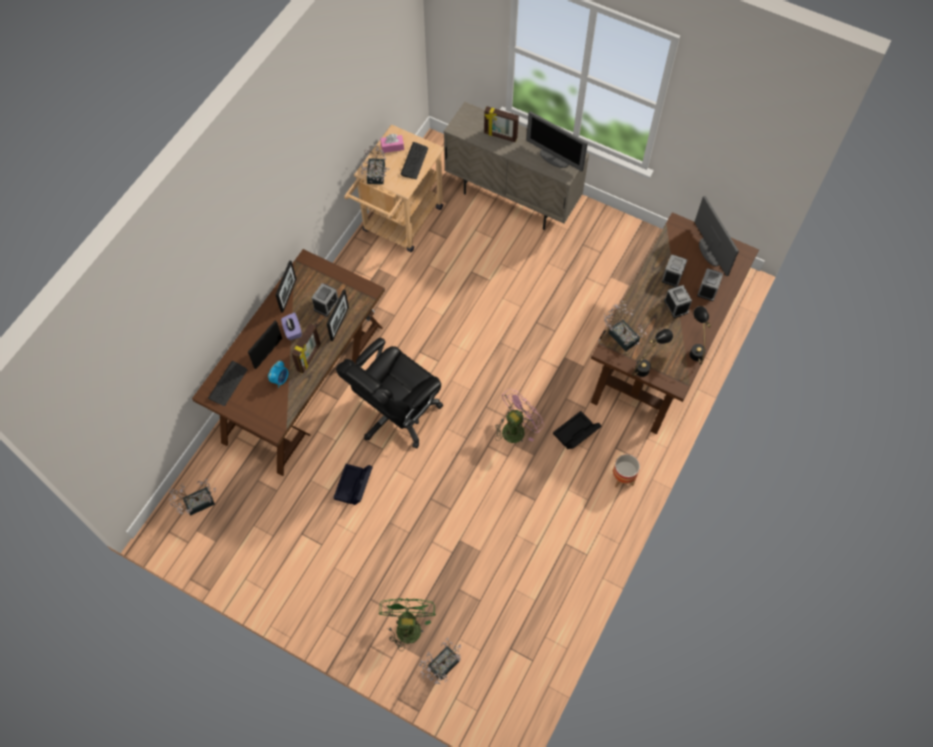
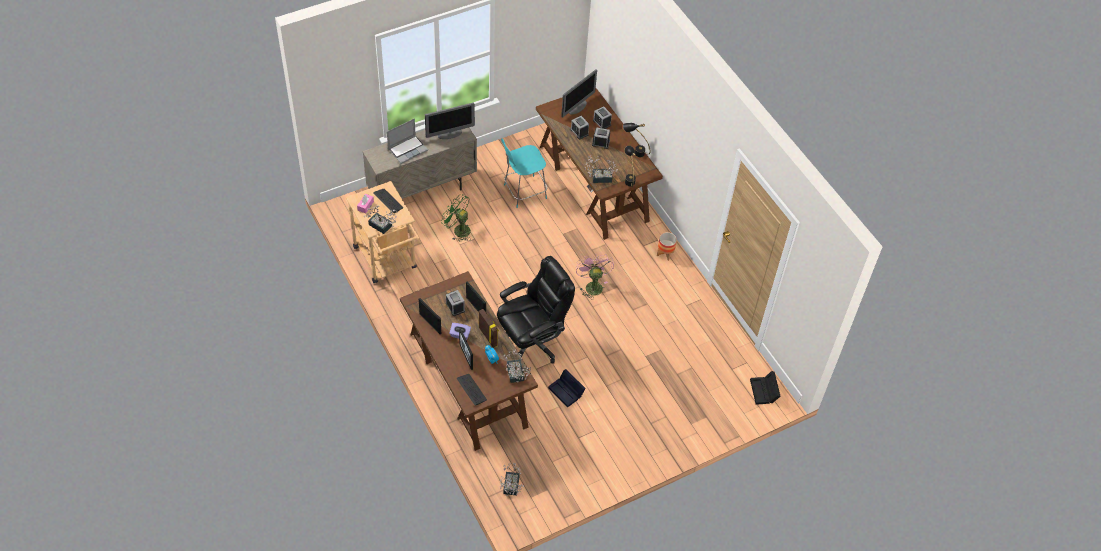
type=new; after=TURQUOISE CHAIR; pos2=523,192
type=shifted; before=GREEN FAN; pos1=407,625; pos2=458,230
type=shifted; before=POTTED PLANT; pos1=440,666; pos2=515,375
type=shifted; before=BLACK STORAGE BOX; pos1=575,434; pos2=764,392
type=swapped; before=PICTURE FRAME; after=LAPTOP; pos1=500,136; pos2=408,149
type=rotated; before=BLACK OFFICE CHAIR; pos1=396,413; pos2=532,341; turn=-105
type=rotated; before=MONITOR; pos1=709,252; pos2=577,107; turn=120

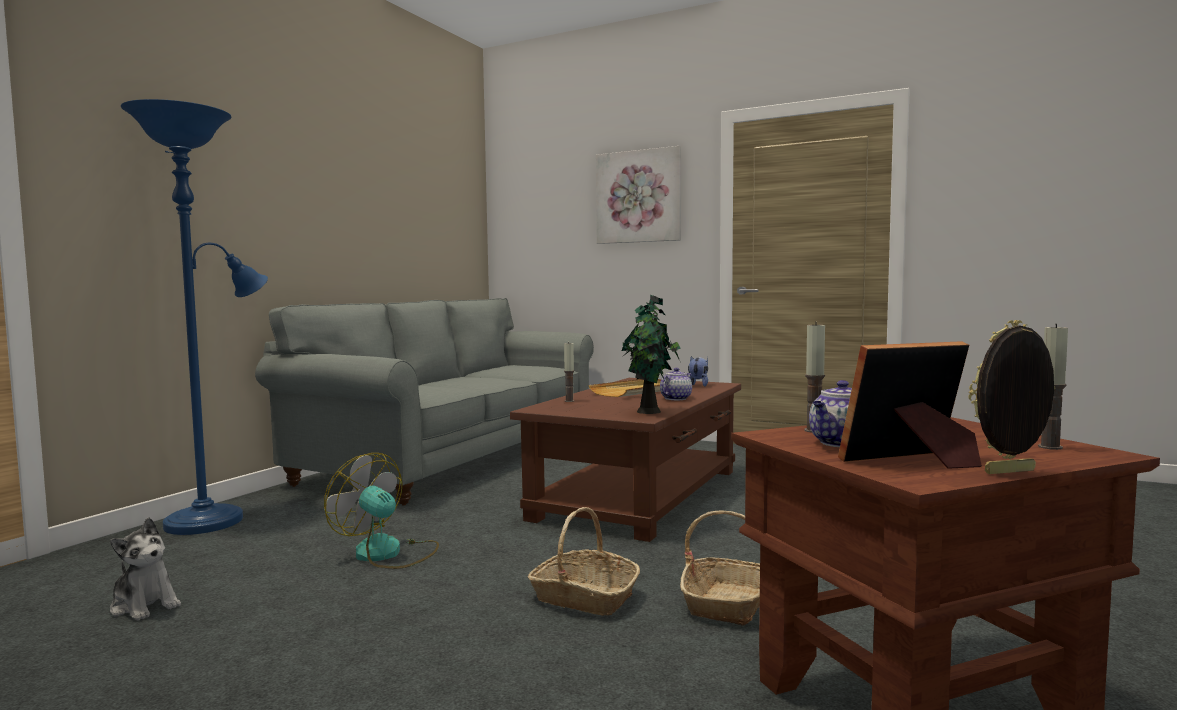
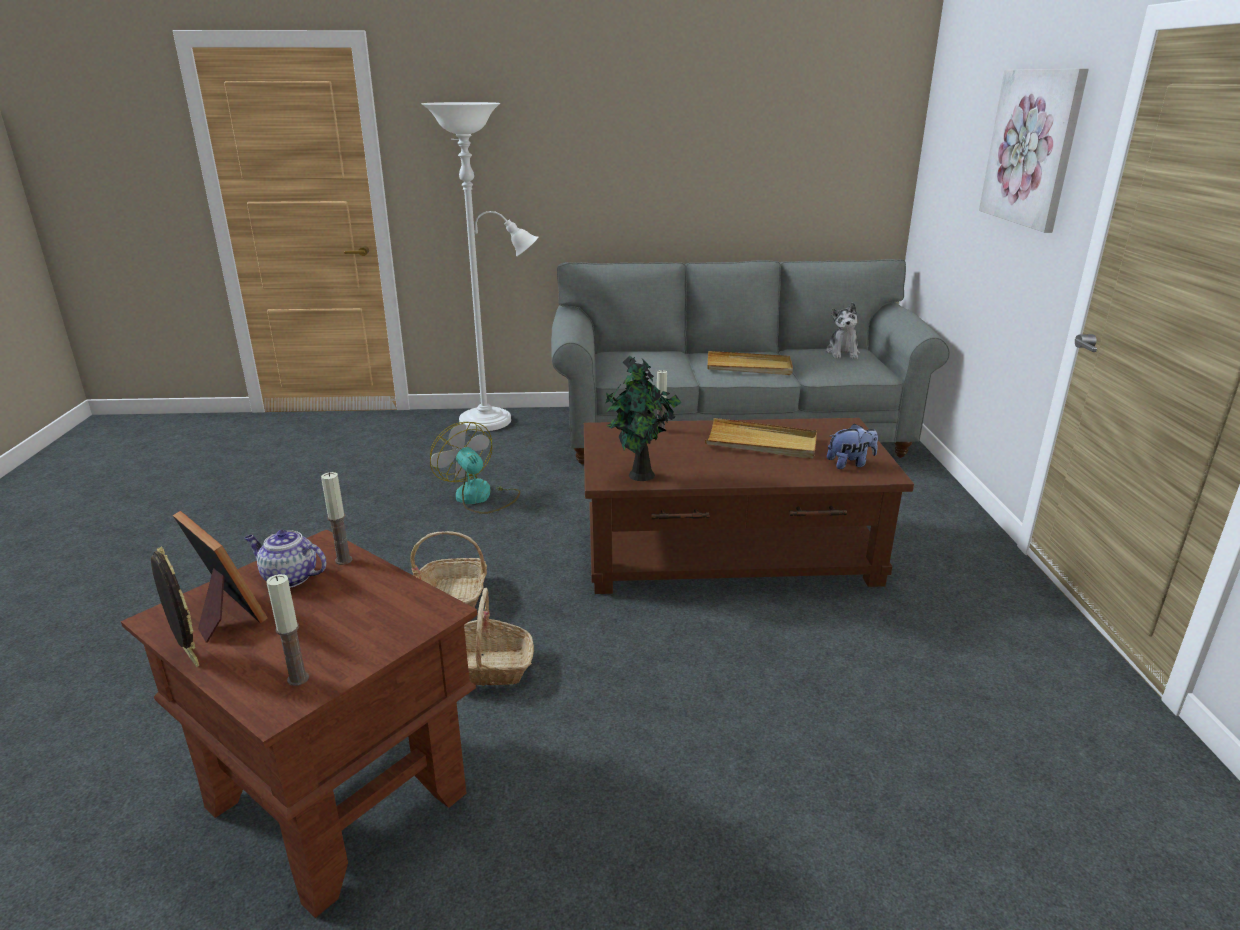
type=gone; before=TEAPOT; pos1=676,398
type=new; after=BEIGE TRAY; pos2=749,367
type=shifted; before=PLUSH TOY; pos1=145,605; pos2=842,353
type=repainted; before=BLUE FLOOR LAMP; after=WHITE FLOOR LAMP; pos1=213,519; pos2=492,421
type=rotated; before=FAN; pos1=387,553; pos2=479,497; turn=-45

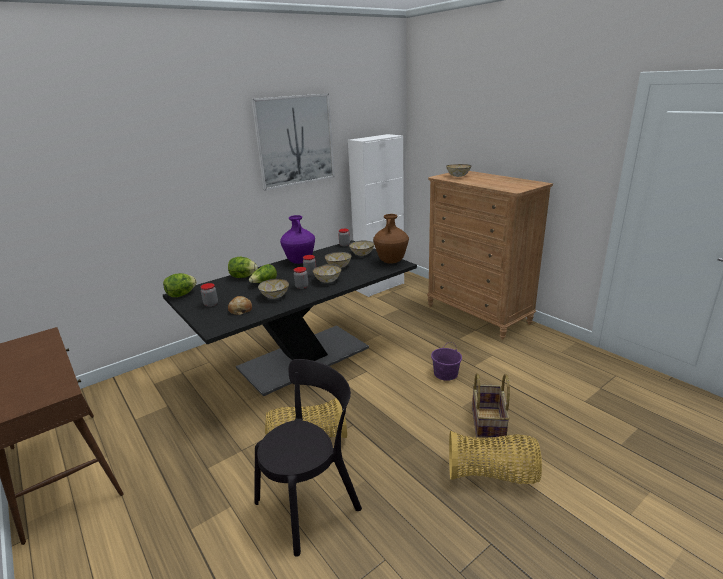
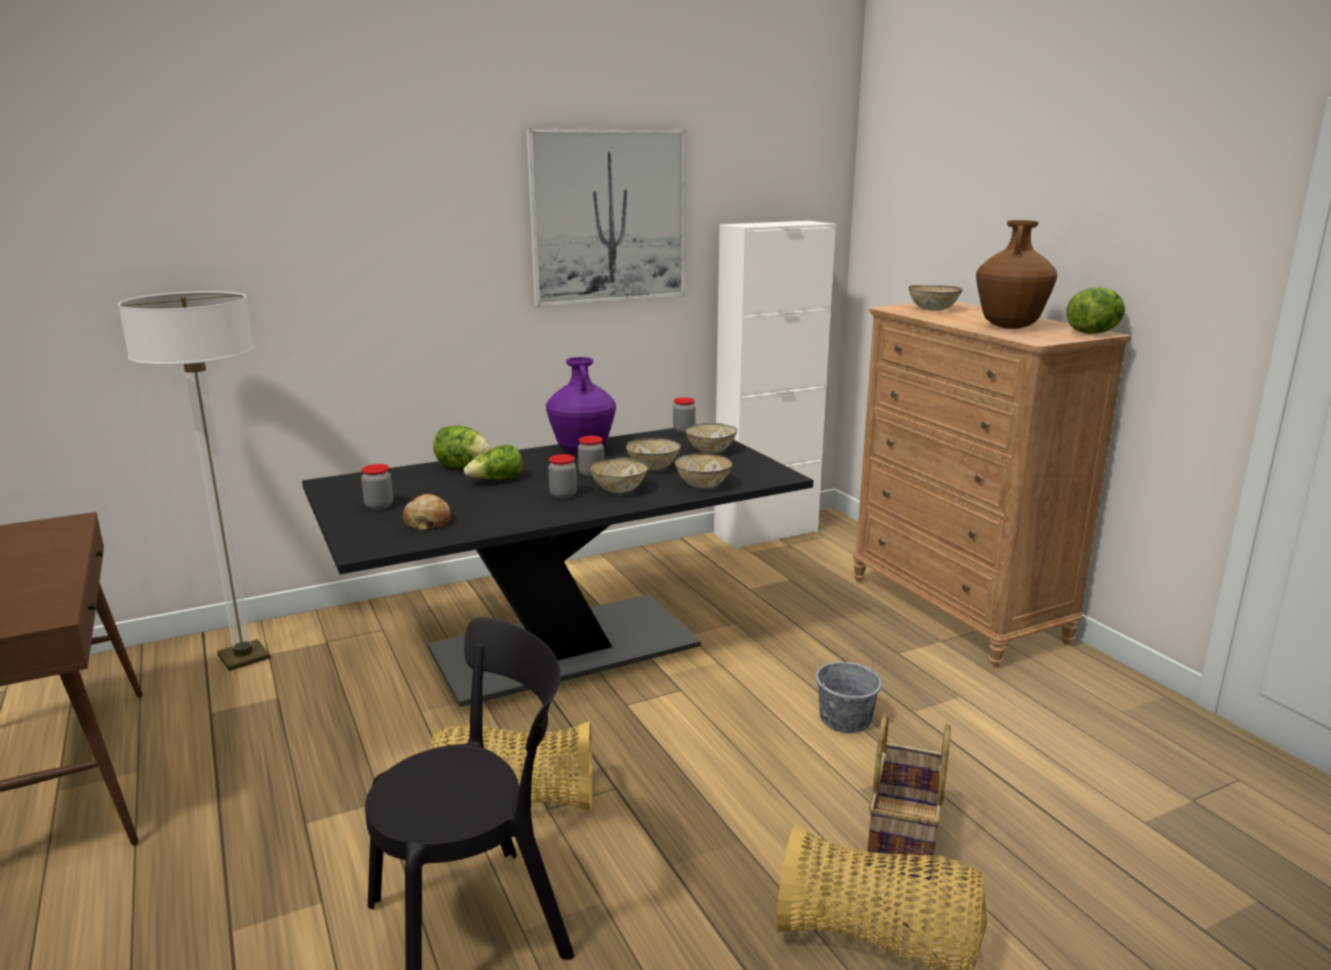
type=new; after=FLOOR LAMP; pos2=244,657
type=shifted; before=LETTUCE; pos1=181,295; pos2=1093,333
type=shifted; before=BOWL; pos1=275,296; pos2=703,485
type=shifted; before=BROWN VASE; pos1=391,261; pos2=1010,327
type=repainted; before=PURPLE BUCKET; after=GREY BUCKET; pos1=446,374; pos2=845,719

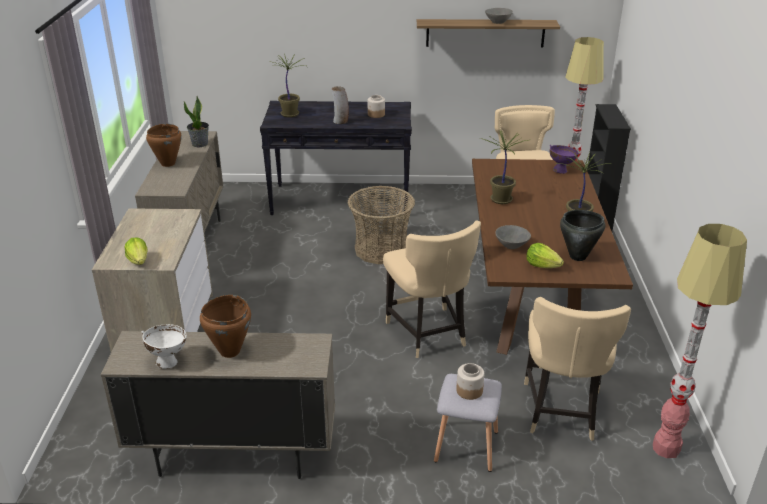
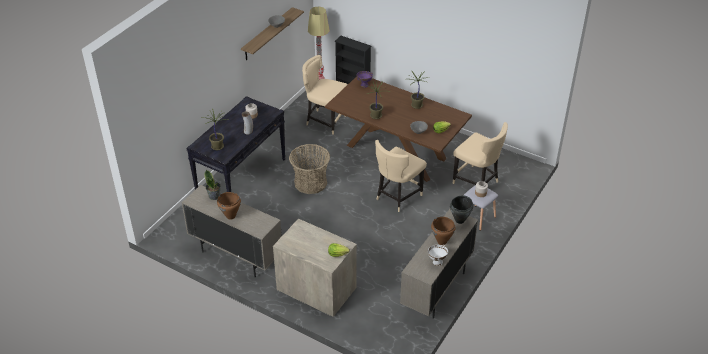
type=gone; before=FLOOR LAMP; pos1=666,448
type=shifted; before=BLACK COOKING POT; pos1=578,256; pos2=460,220
type=rotated; before=BEIGE CHAIR; pos1=428,334; pos2=397,197; turn=120

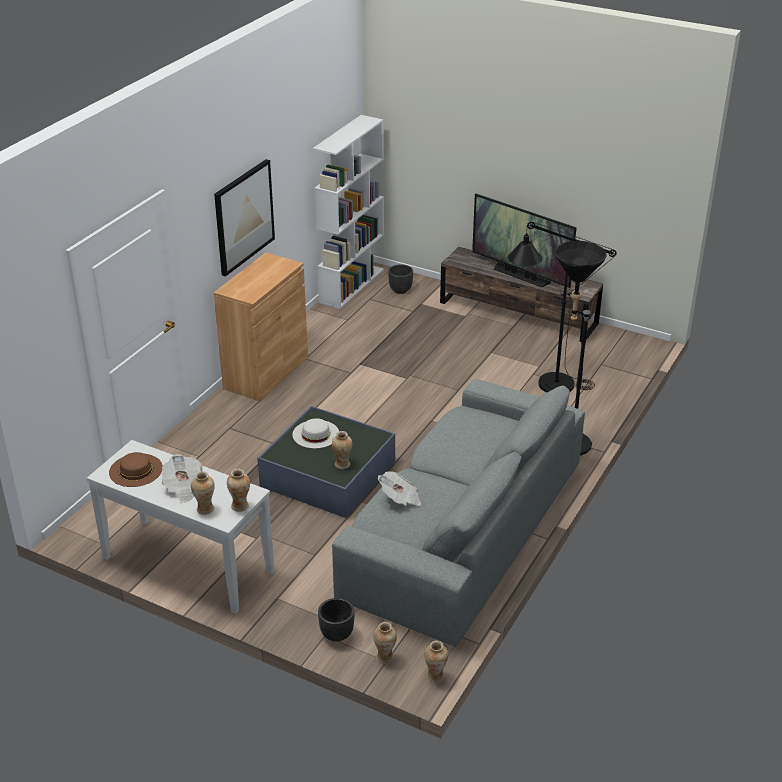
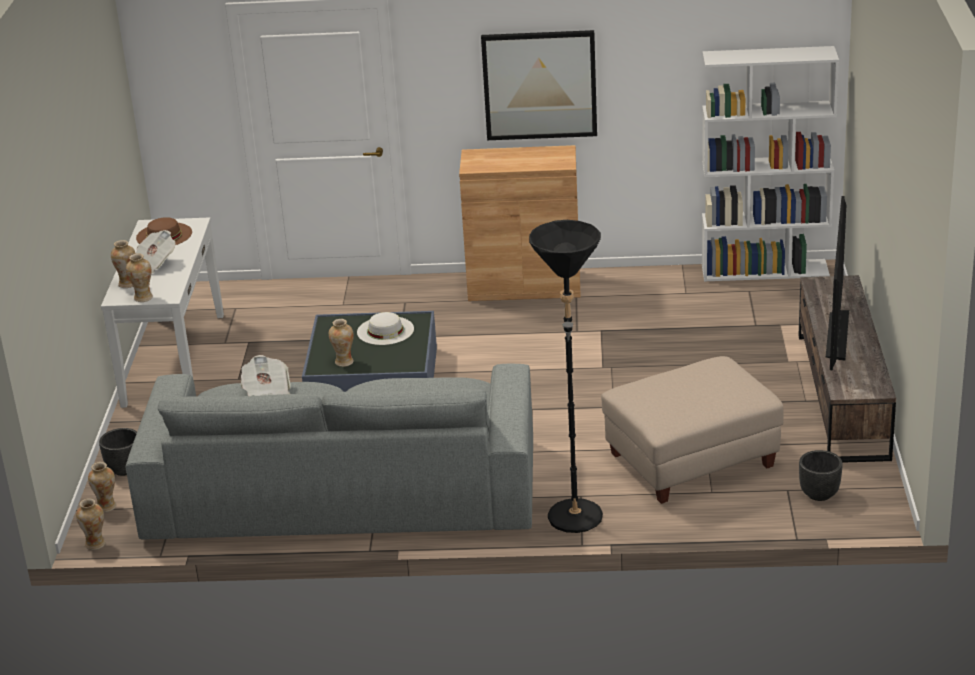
type=shifted; before=BLACK PLANTER; pos1=400,290; pos2=819,494
type=swapped; before=BLACK FLOOR LAMP; after=BEIGE OTTOMAN; pos1=545,384; pos2=692,461

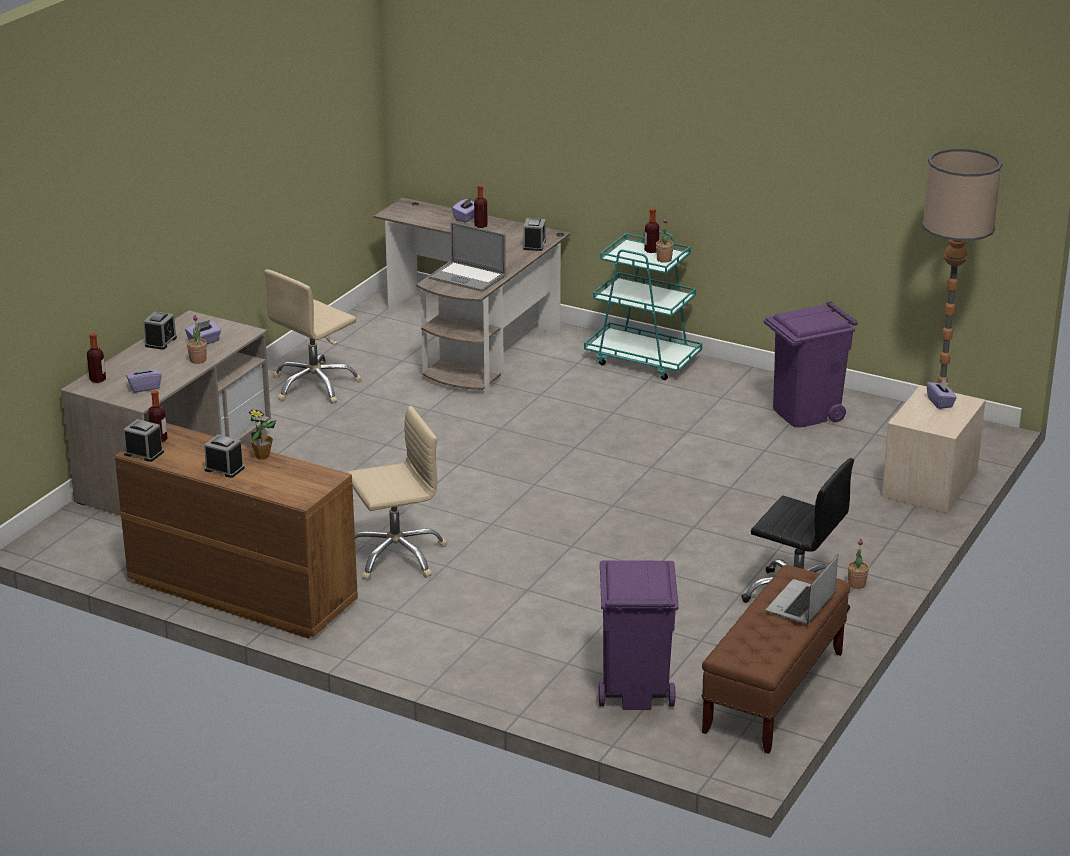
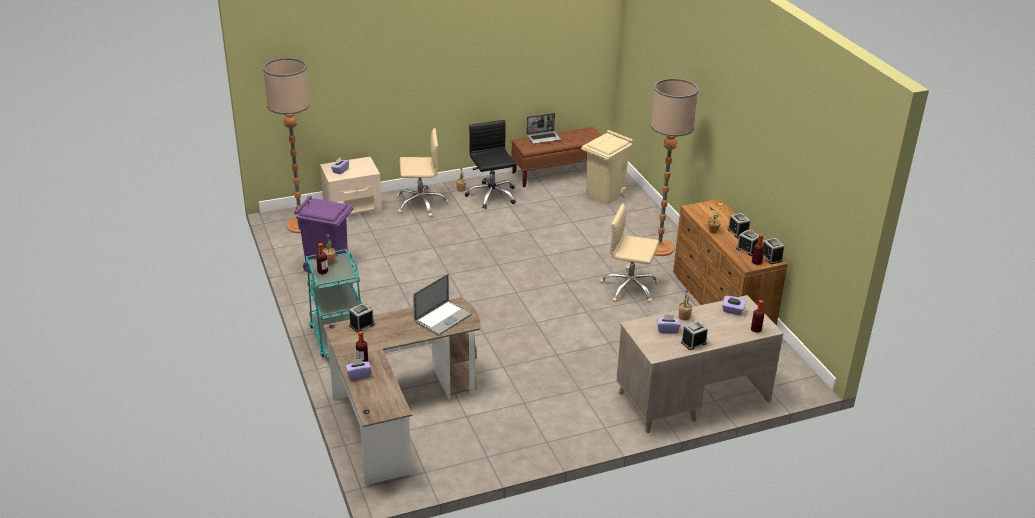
type=new; after=FLOOR LAMP; pos2=659,248
type=new; after=ALARM CLOCK; pos2=747,250
type=shifted; before=BEIGE OFFICE CHAIR; pos1=314,385; pos2=420,204
type=repainted; before=PURPLE TRASH CAN; after=BEIGE TRASH CAN; pos1=635,690; pos2=604,195
type=rotated; before=LAPTOP; pos1=467,277; pos2=443,318; turn=60

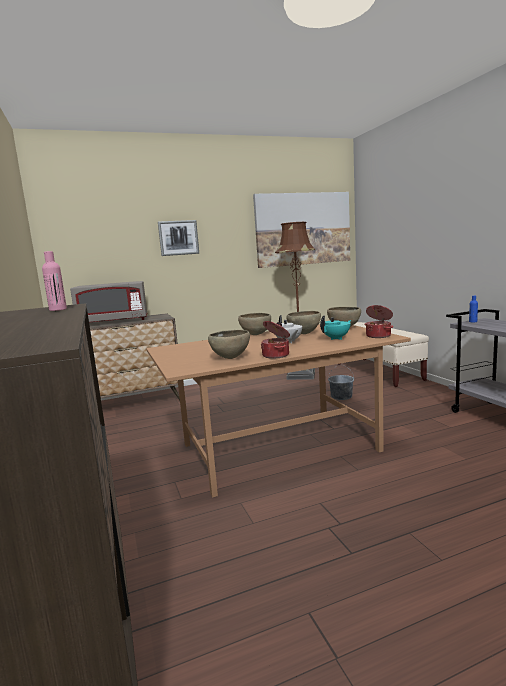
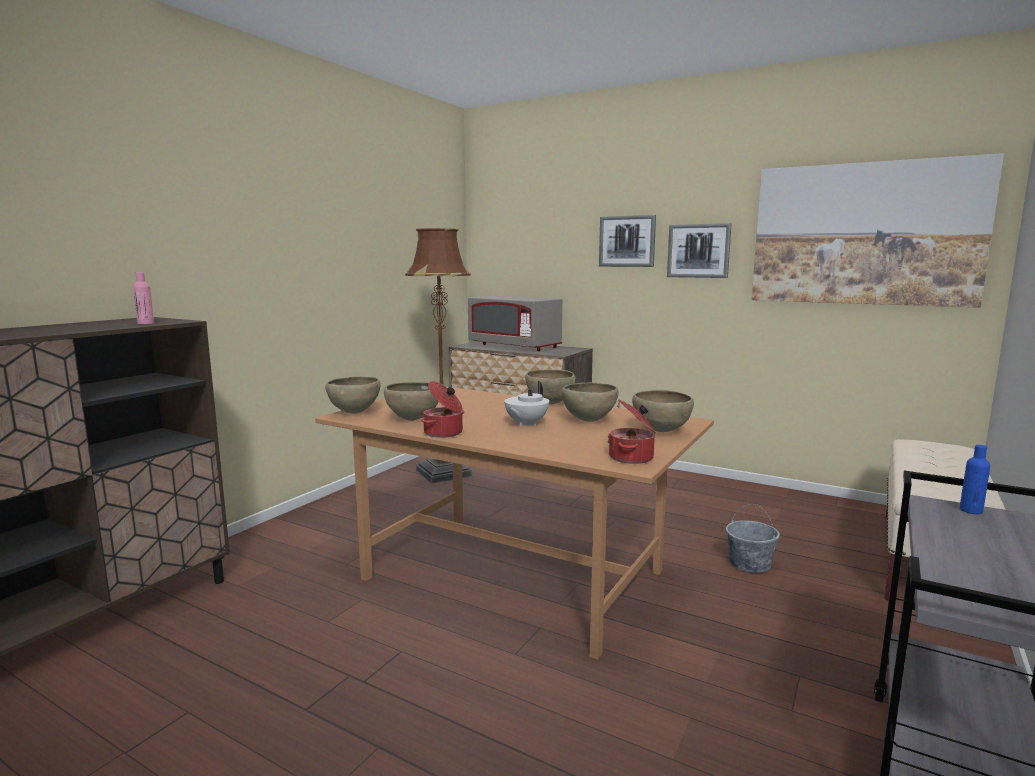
type=gone; before=TURQUOISE TEAPOT; pos1=336,338
type=new; after=BROWN BOWL; pos2=355,412
type=new; after=PICTURE; pos2=698,251
type=shifted; before=BROWN FLOOR LAMP; pos1=301,375; pos2=443,473

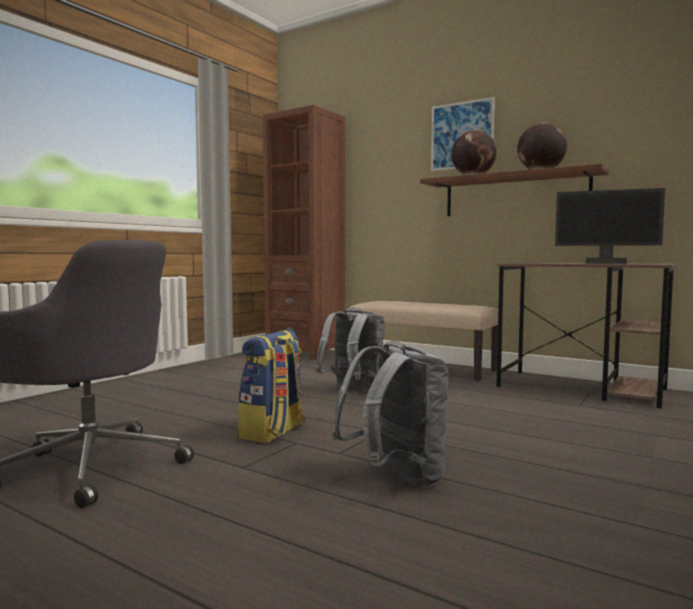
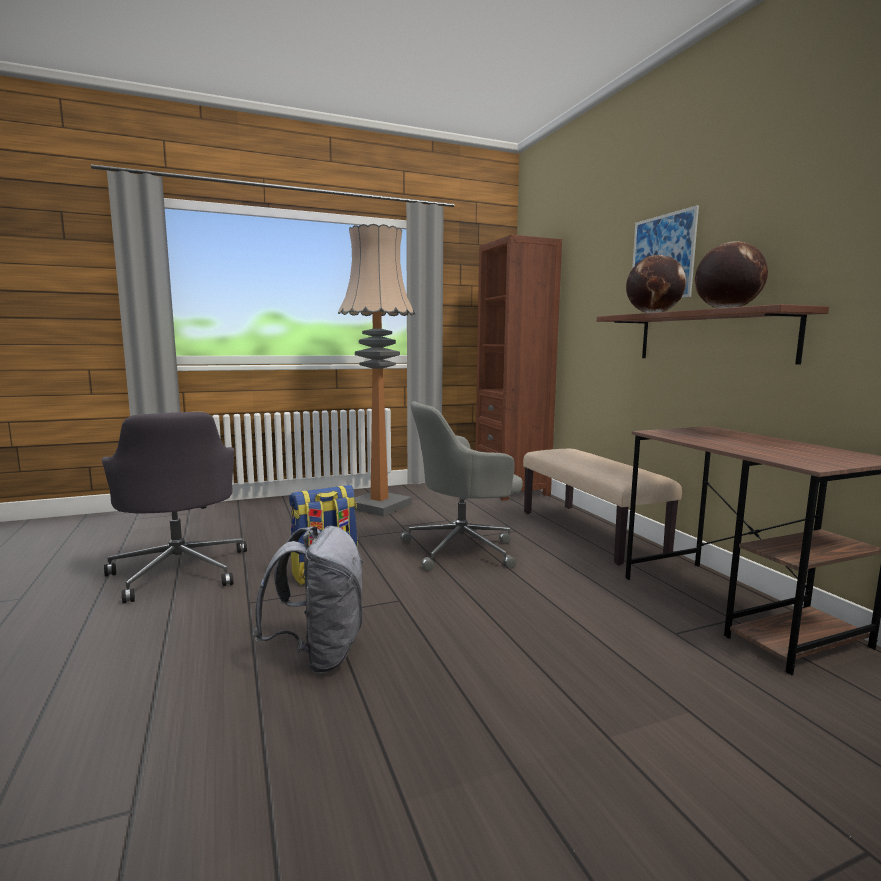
type=gone; before=MONITOR; pos1=605,263
type=new; after=FLOOR LAMP; pos2=379,506
type=swapped; before=GREY BACKPACK; after=GREY OFFICE CHAIR; pos1=353,392; pos2=463,549

